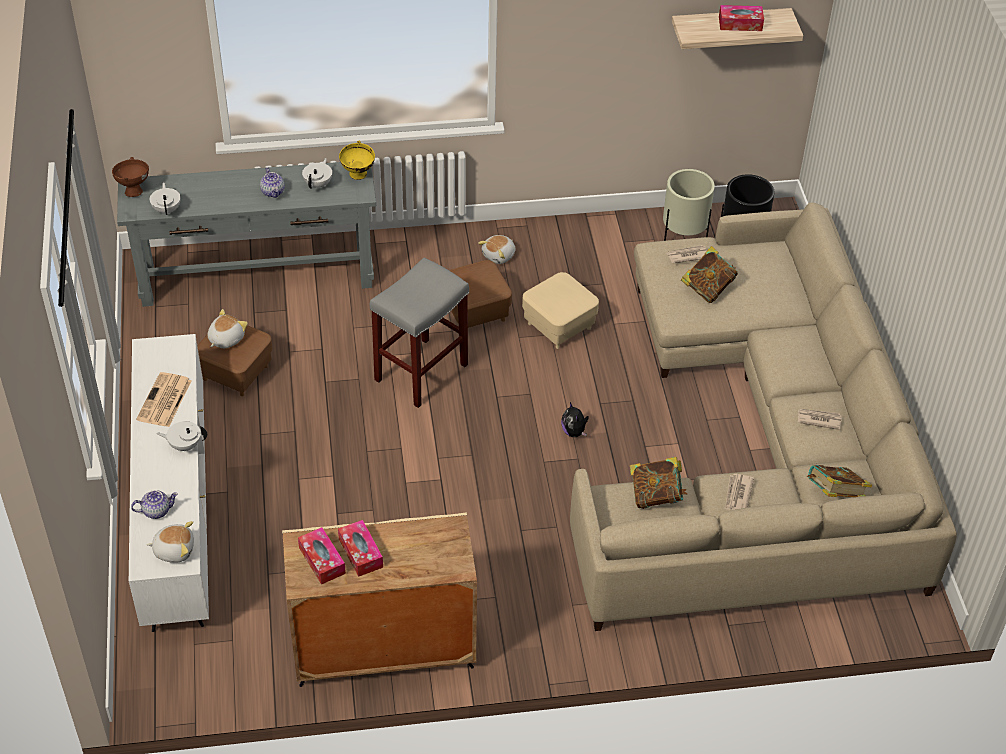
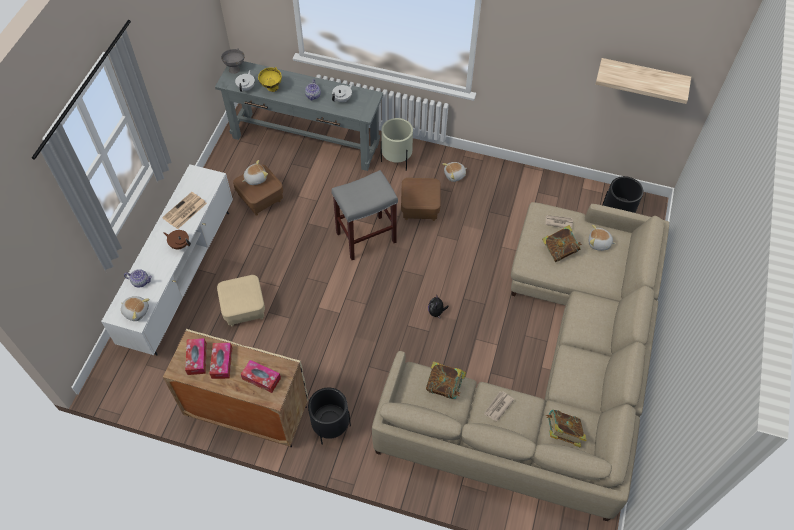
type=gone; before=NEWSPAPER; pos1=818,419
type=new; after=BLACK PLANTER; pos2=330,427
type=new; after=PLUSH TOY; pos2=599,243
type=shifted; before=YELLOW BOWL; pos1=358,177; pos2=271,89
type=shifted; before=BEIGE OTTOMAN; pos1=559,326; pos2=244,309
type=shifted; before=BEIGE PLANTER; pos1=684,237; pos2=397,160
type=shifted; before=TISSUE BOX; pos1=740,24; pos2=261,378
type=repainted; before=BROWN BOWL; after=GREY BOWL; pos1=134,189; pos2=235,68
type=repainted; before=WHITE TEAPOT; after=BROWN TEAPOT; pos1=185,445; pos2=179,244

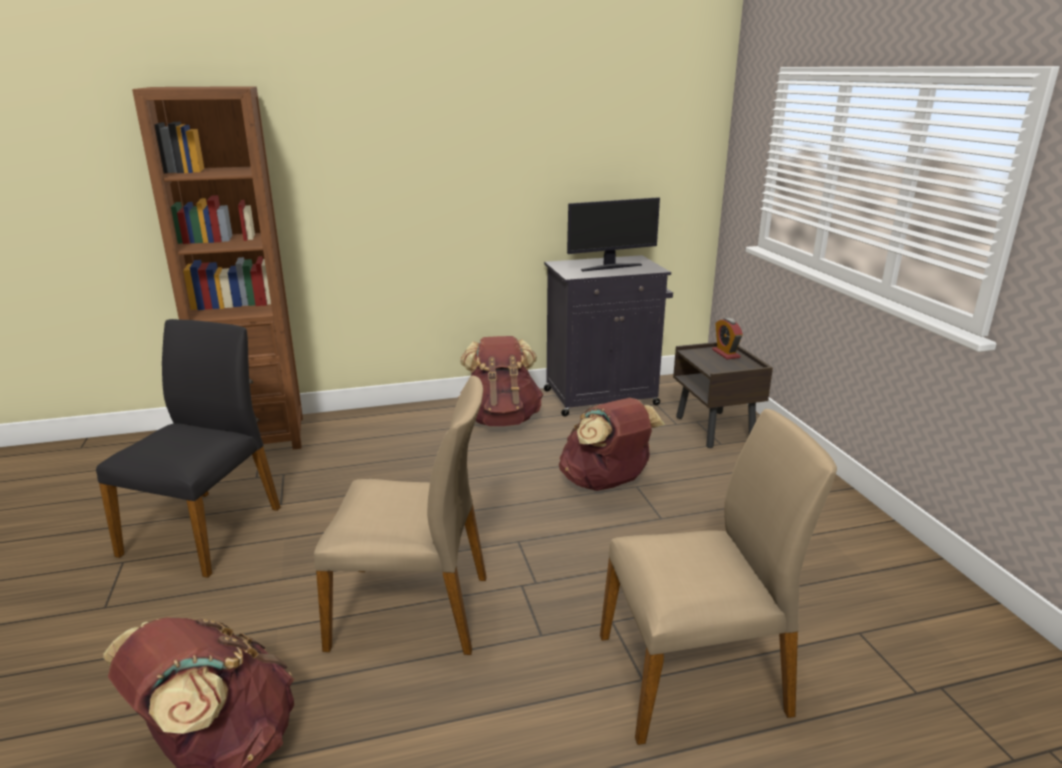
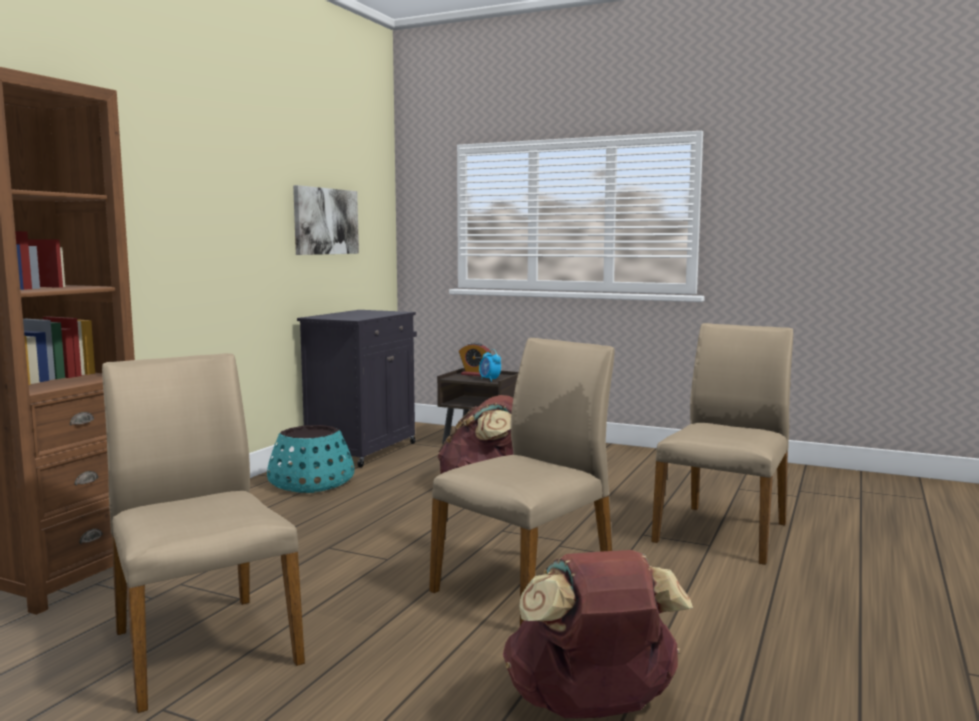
type=gone; before=MONITOR; pos1=610,267
type=new; after=PICTURE; pos2=325,221
type=new; after=ALARM CLOCK; pos2=490,380
type=swapped; before=BROWN BACKPACK; after=TURQUOISE PLANTER; pos1=501,419; pos2=311,484
type=repainted; before=BLACK CHAIR; after=BEIGE CHAIR; pos1=205,530; pos2=202,646

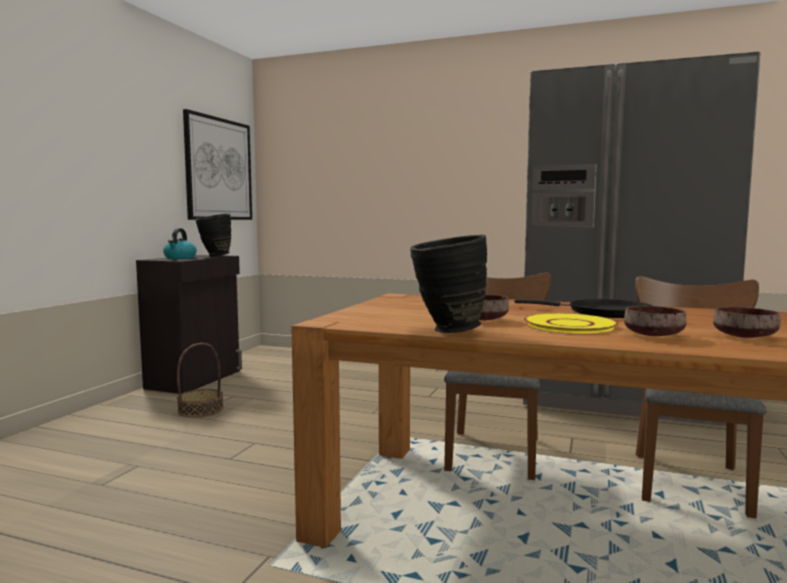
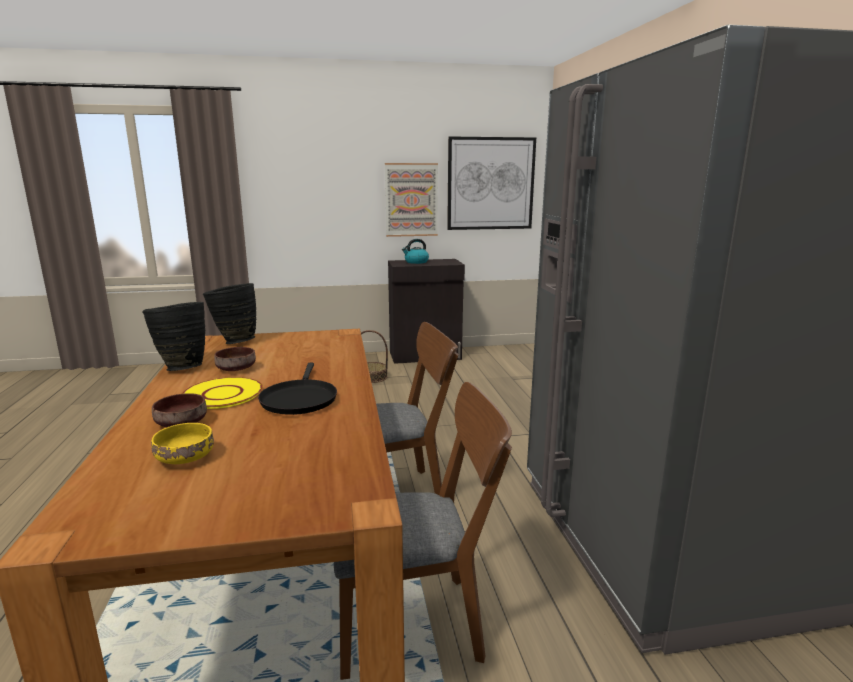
type=new; after=PICTURE; pos2=411,200
type=shifted; before=BLACK VASE; pos1=214,256; pos2=234,341
type=repainted; before=BROWN BOWL; after=YELLOW BOWL; pos1=743,336; pos2=187,457

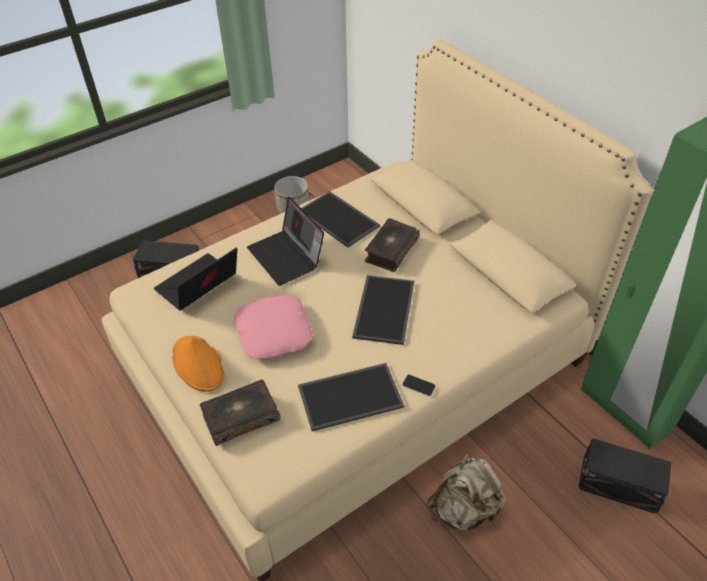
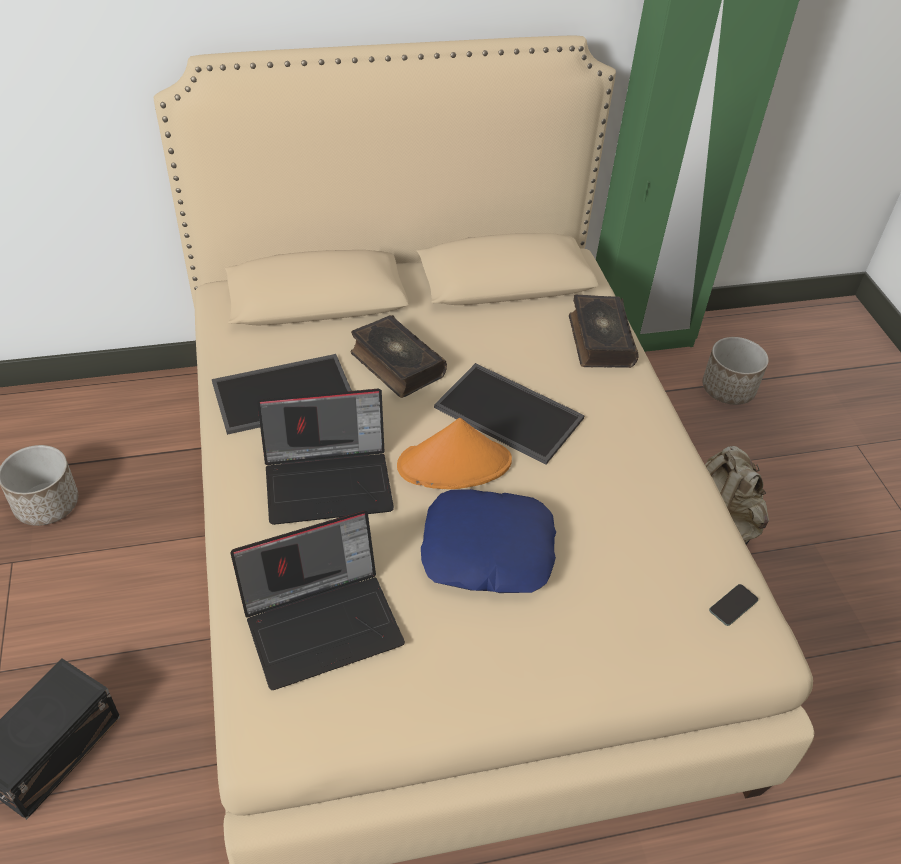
type=gone; before=TRAY; pos1=350,395
type=shifted; before=ORANGE HAT; pos1=198,364; pos2=455,464
type=shifted; before=BOOK; pos1=241,417; pos2=599,340
type=shifted; before=PHONE; pos1=418,385; pos2=733,605
type=swapped; before=BLACK STORAGE BOX; after=PLANTER; pos1=620,486; pos2=728,389
type=repainted; before=PINK PILLOW; after=BLUE PILLOW; pos1=273,332; pos2=487,551
type=rotated; before=LAPTOP; pos1=198,286; pos2=323,621; turn=-90

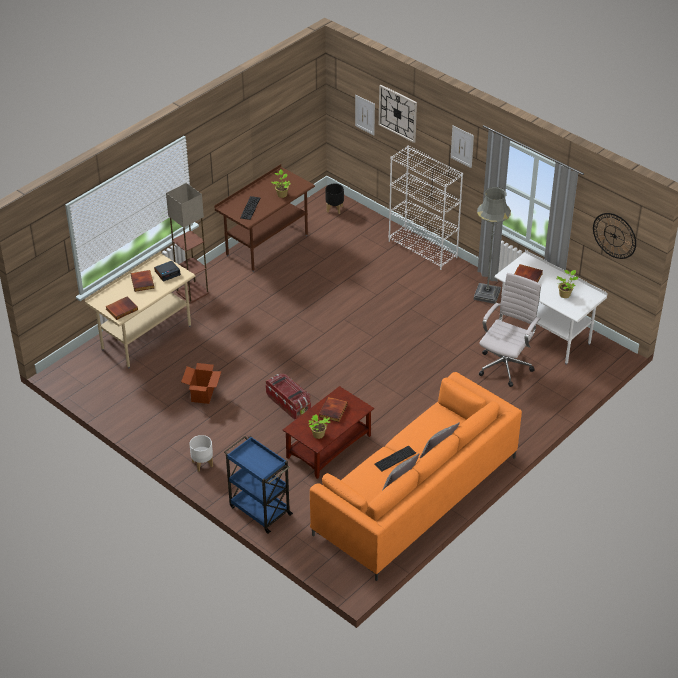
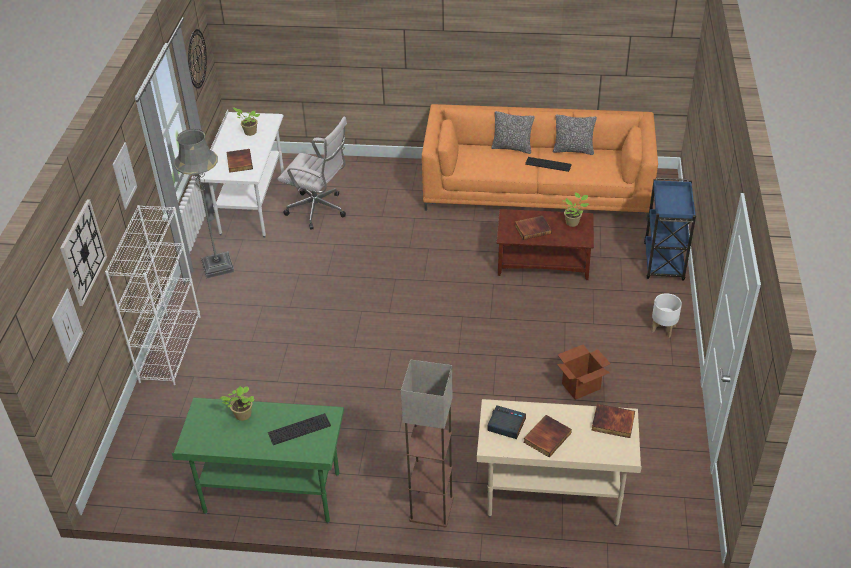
type=gone; before=STORAGE BOX; pos1=289,403
type=gone; before=BLACK PLANTER; pos1=335,209
type=repainted; before=BROWN DESK; after=GREEN DESK; pos1=267,245; pos2=272,494
type=rotated; before=WHITE OFFICE CHAIR; pos1=506,365; pos2=319,210; turn=-150

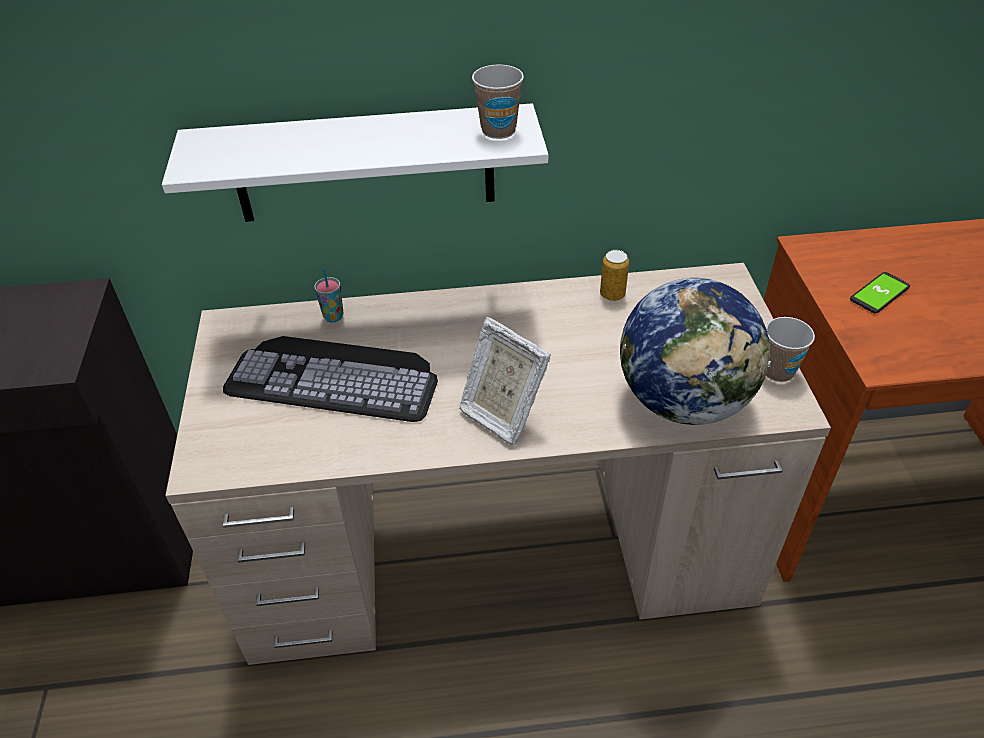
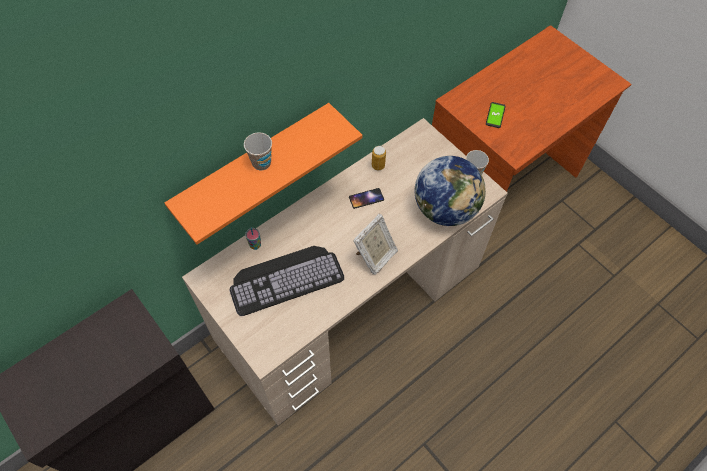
type=new; after=PHONE; pos2=366,198
type=shifted; before=CUP; pos1=498,130; pos2=261,163
type=repainted; before=WHITE SHELF; after=ORANGE SHELF; pos1=364,164; pos2=254,168
type=rotated; before=PICTURE FRAME; pos1=501,413; pos2=375,256; turn=-60

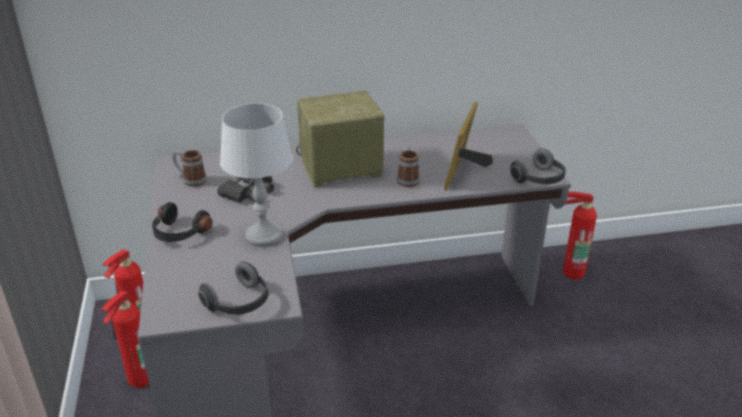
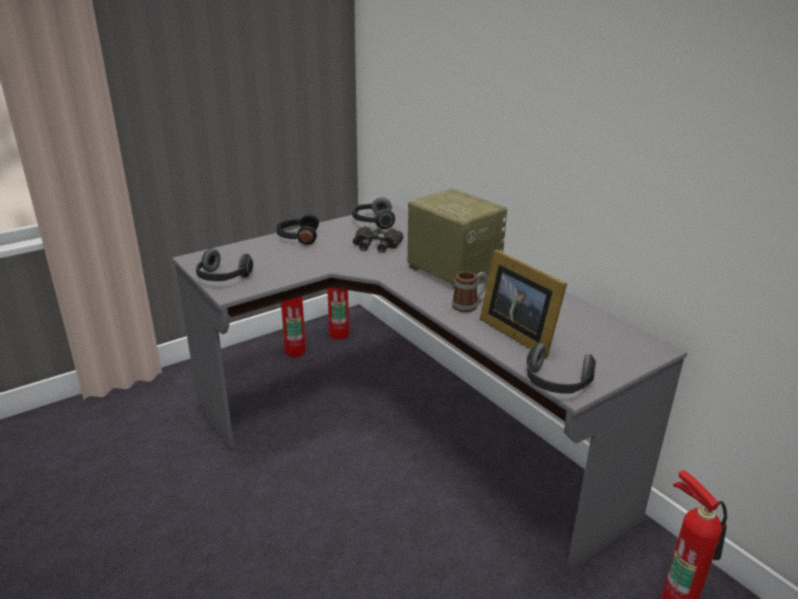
type=gone; before=GREY TABLE LAMP; pos1=264,236
type=swapped; before=MUG; after=HEADPHONES; pos1=191,180; pos2=373,222
type=rotated; before=PICTURE FRAME; pos1=464,172; pos2=518,333; turn=-120

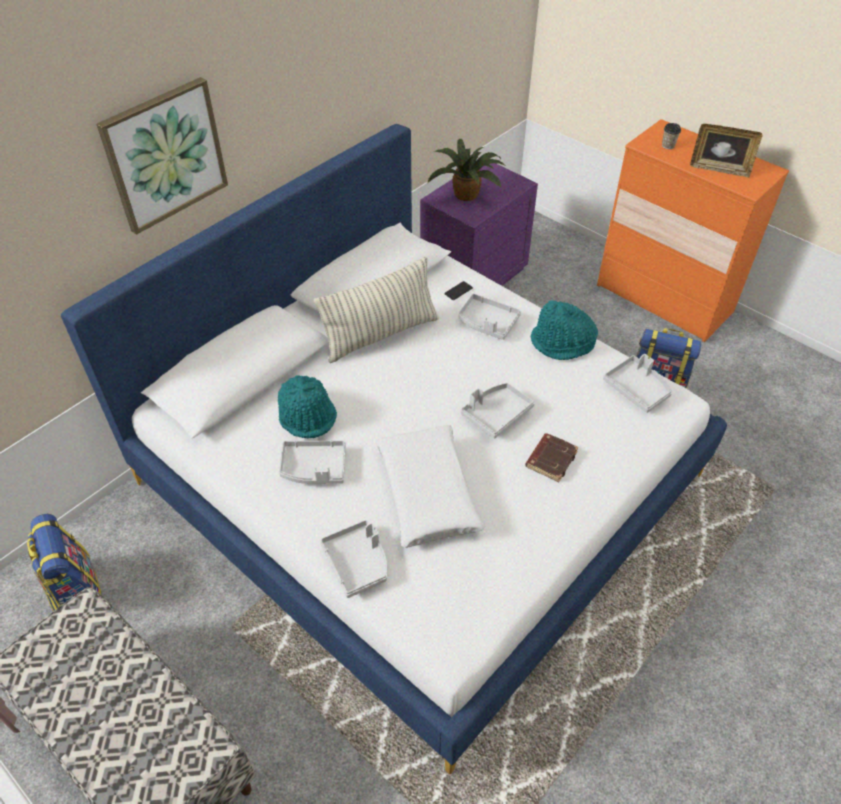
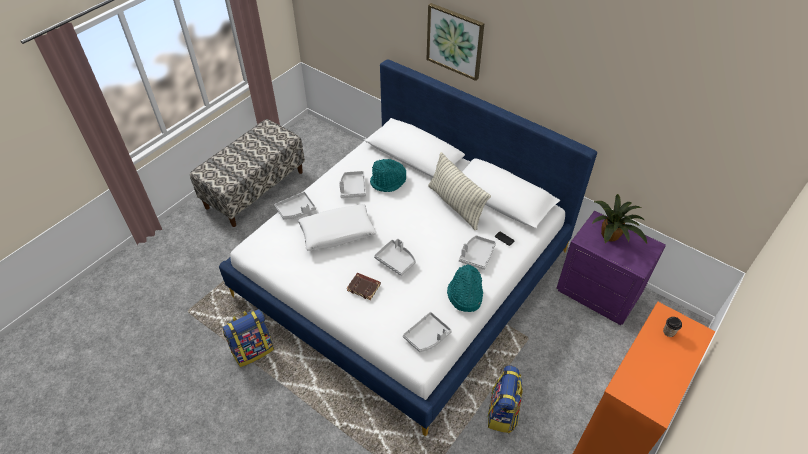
type=gone; before=PICTURE FRAME; pos1=719,169
type=shifted; before=BACKPACK; pos1=76,590; pos2=253,350

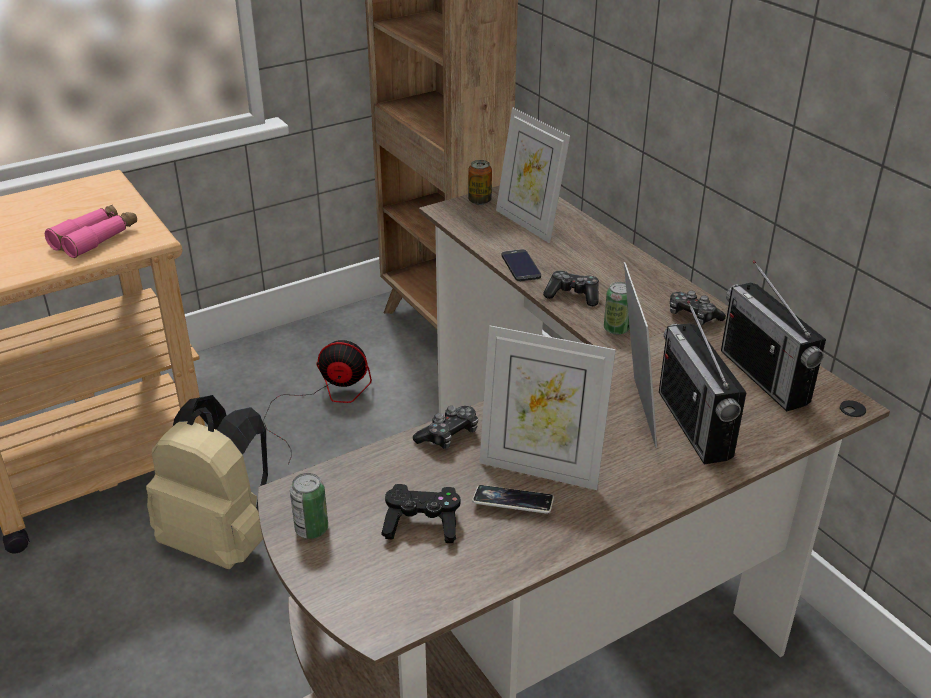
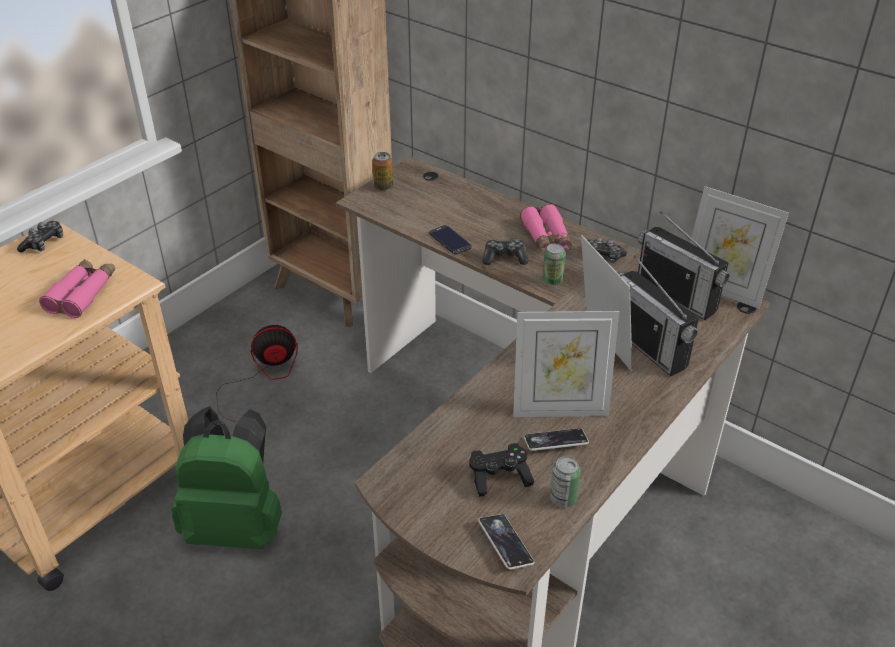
type=new; after=PHONE; pos2=505,544
type=new; after=PINK BINOCULARS; pos2=546,237
type=shifted; before=CAN; pos1=311,529; pos2=563,499
type=shifted; before=GAME CONTROLLER; pos1=448,435; pos2=44,243
type=shifted; before=PICTURE FRAME; pos1=529,224; pos2=722,289
type=repainted; before=BEIGE BACKPACK; after=GREEN BACKPACK; pos1=221,540; pos2=237,526

